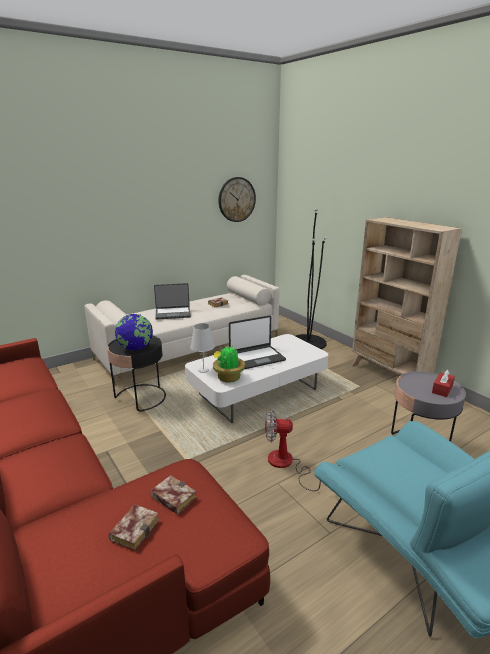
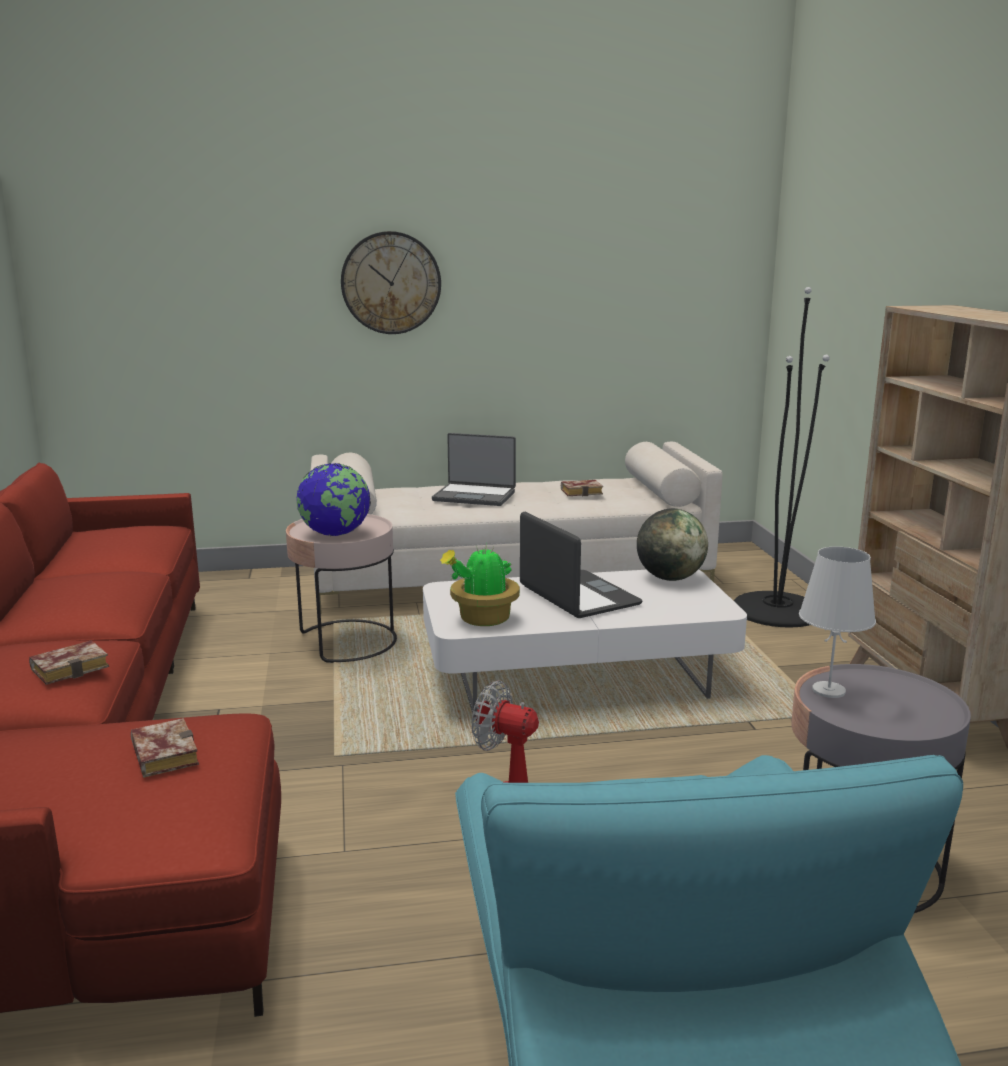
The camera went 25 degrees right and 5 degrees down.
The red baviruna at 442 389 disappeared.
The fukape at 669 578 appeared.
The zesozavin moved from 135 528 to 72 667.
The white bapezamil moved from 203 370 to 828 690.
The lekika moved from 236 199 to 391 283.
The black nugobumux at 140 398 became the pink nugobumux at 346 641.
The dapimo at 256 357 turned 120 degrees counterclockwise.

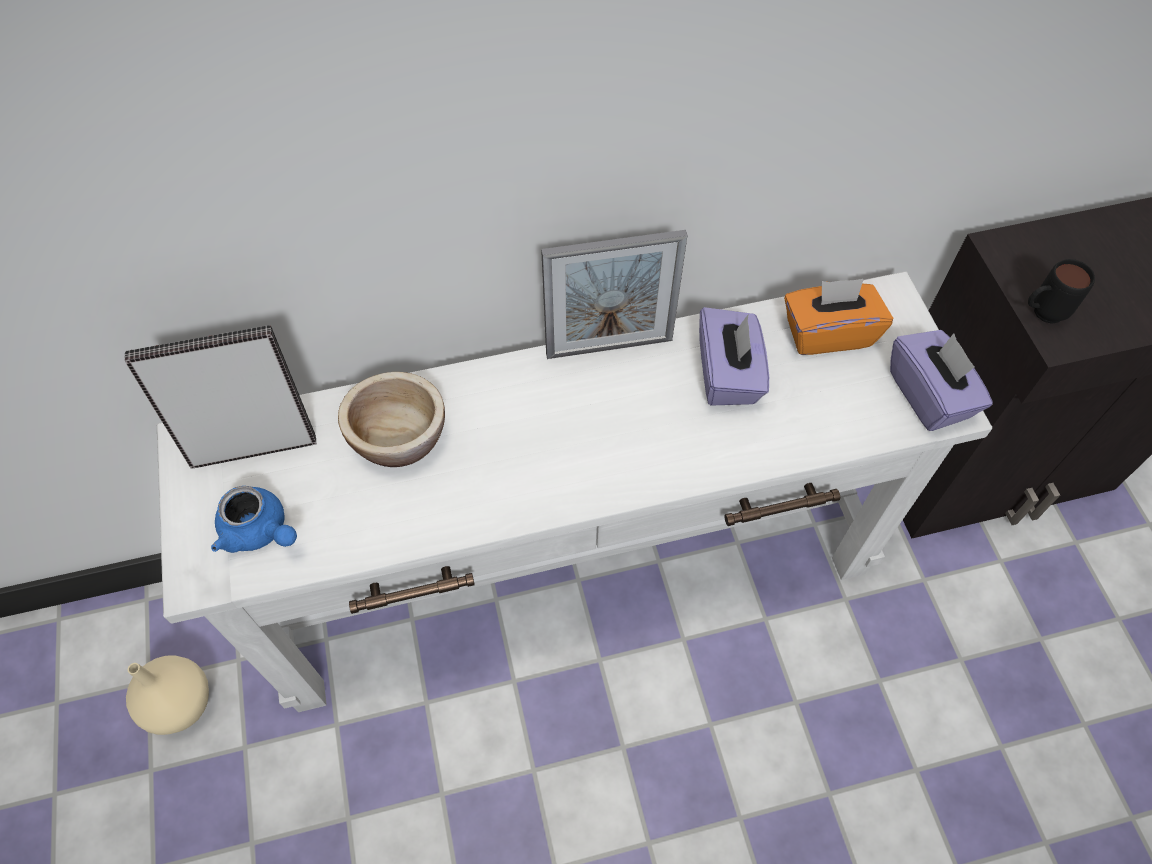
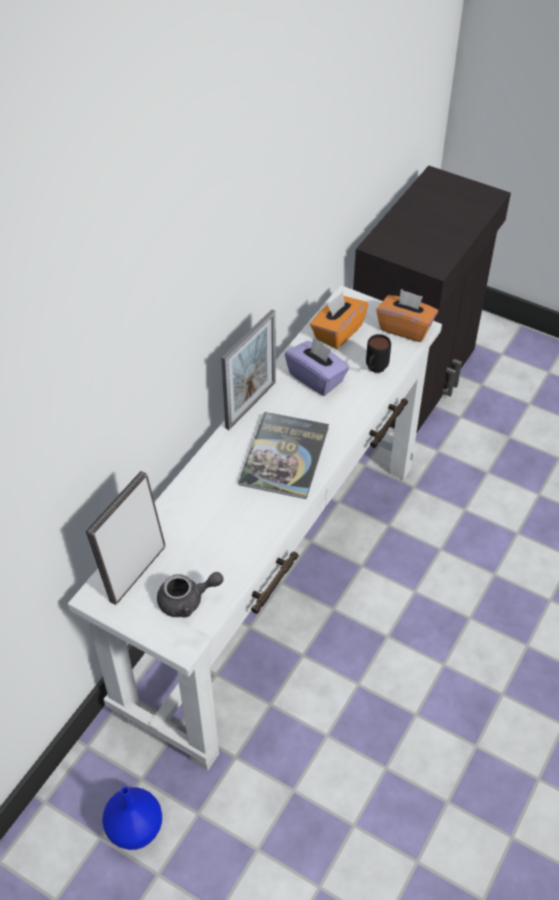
The camera went 45 degrees left and 10 degrees down.
The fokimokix at 398 436 disappeared.
The zesozavin at 284 456 appeared.
The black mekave moved from 1040 314 to 374 370.
The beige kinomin at 179 705 became the blue kinomin at 134 830.
The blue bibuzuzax at 260 531 became the grey bibuzuzax at 187 601.
The purple baviruna at 929 395 became the orange baviruna at 405 328.

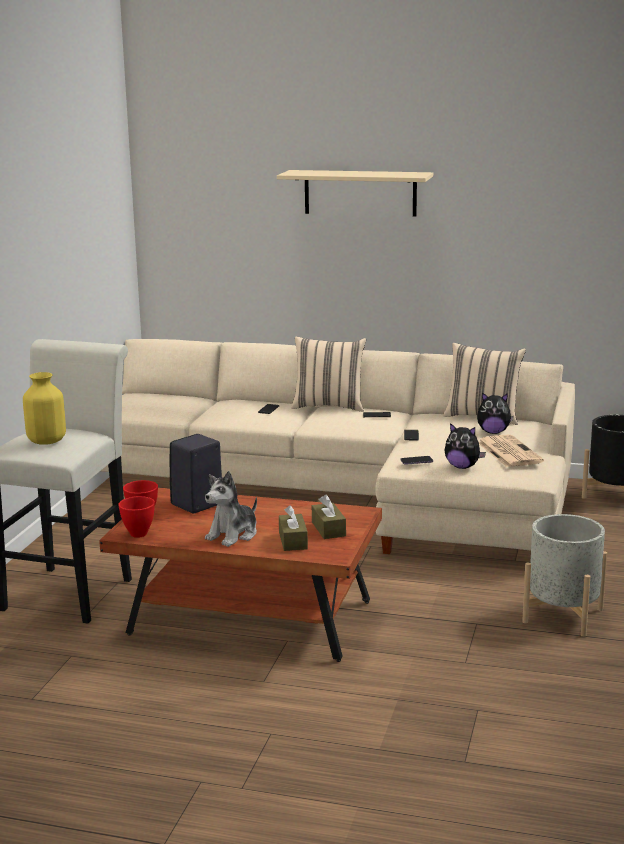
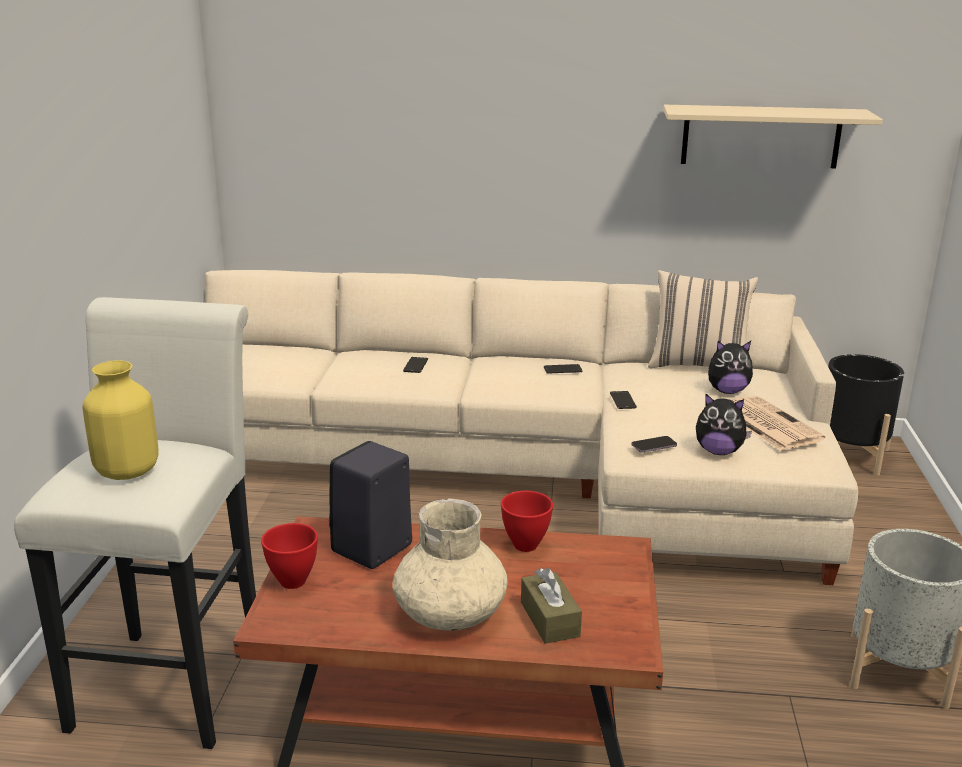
The camera went 10 degrees left and 5 degrees up.
The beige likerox at 329 406 disappeared.
The brown baviruna at 328 529 disappeared.
The red fokimokix moved from 139 534 to 526 546.
The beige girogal moved from 360 193 to 761 136.
The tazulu at 233 535 was replaced by the beige kinomin at 451 613.

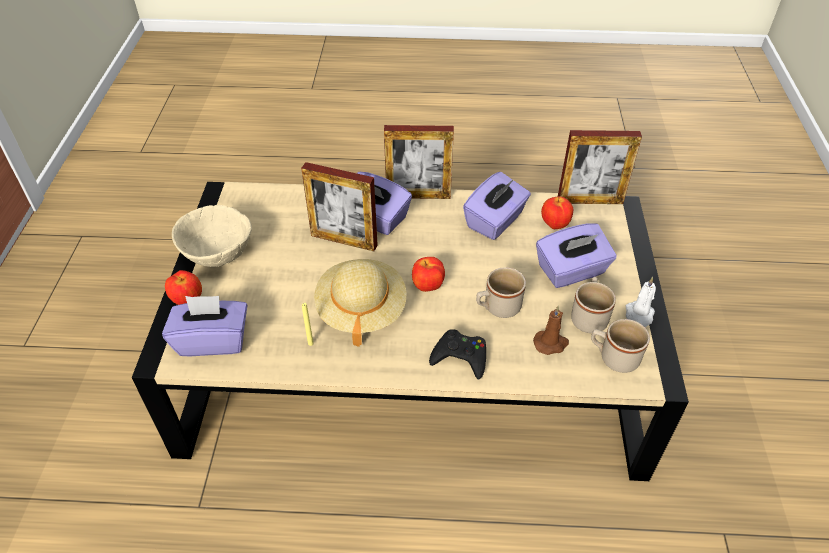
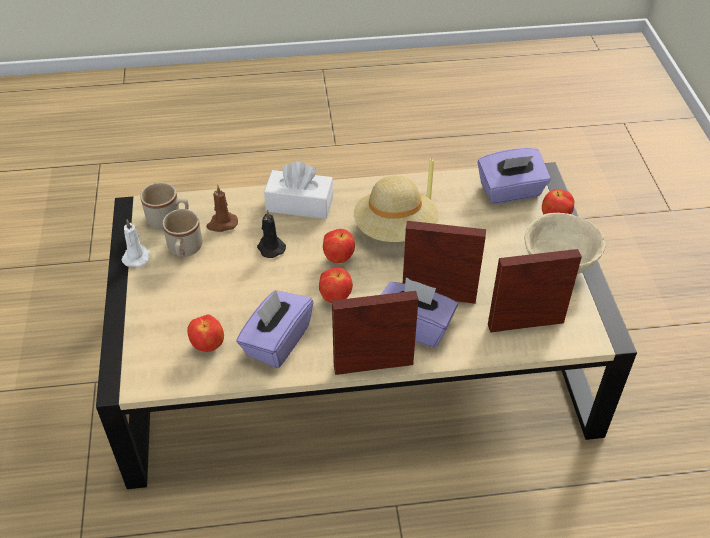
The camera went 170 degrees right and 0 degrees up.
The purple baviruna at 571 271 disappeared.
The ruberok at 336 297 appeared.
The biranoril moved from 590 201 to 525 323.
The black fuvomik at 460 357 was replaced by the white baviruna at 299 204.
The beige mekave at 497 308 was replaced by the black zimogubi at 270 247.

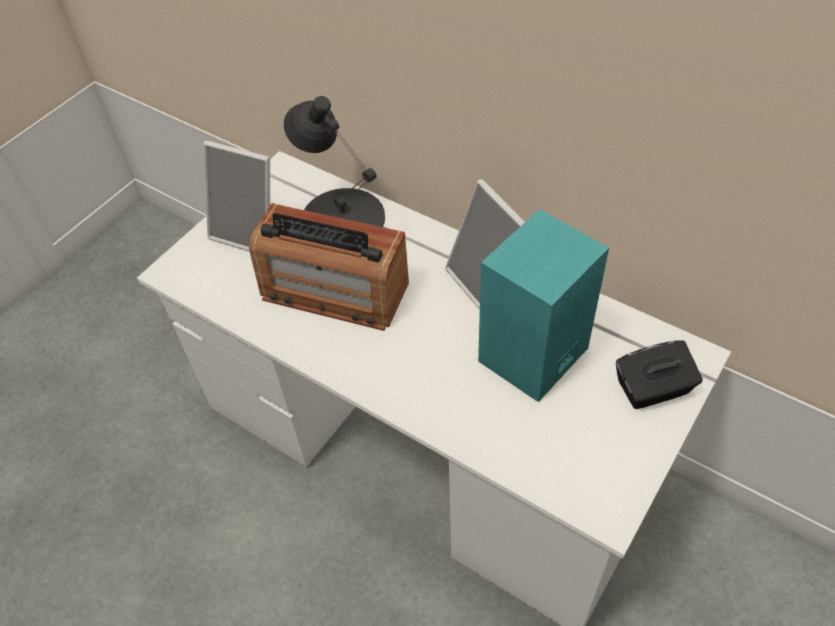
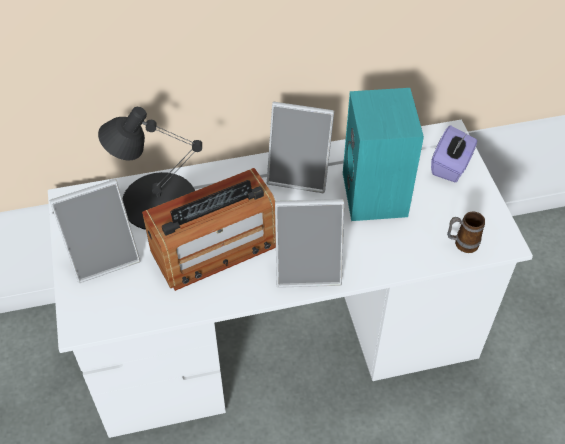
The camera went 50 degrees left and 0 degrees up.
The biranoril at 308 267 appeared.
The mekave at 461 244 appeared.
The black baviruna at 653 389 became the purple baviruna at 451 166.

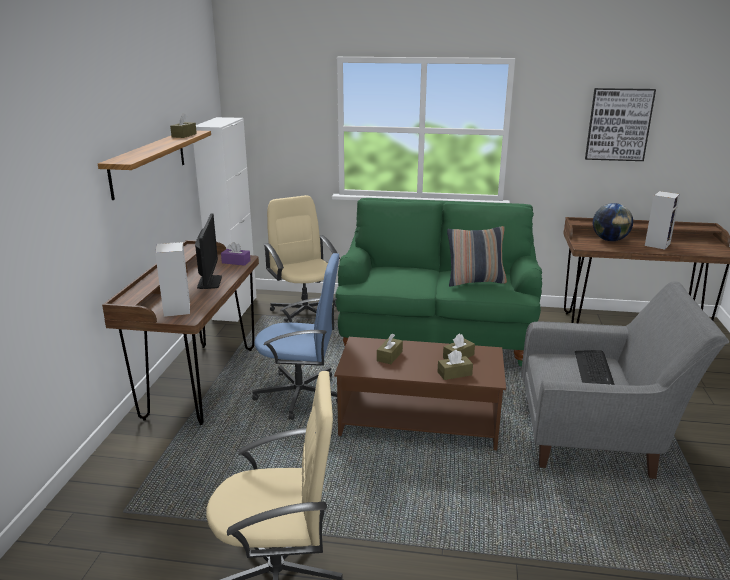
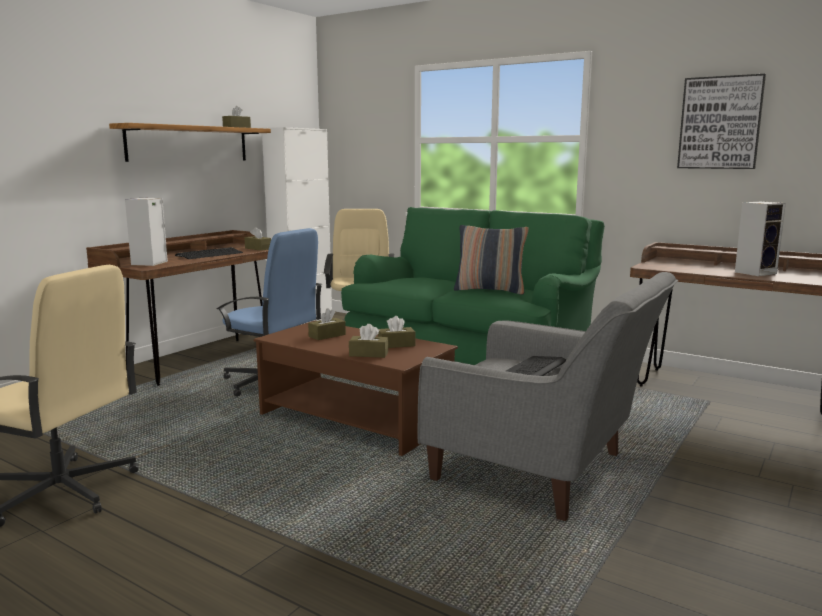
The camera went 25 degrees right and 10 degrees down.
The fukape at 609 240 disappeared.
The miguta at 209 282 was replaced by the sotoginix at 210 255.
The purple baviruna at 236 262 became the brown baviruna at 258 248.

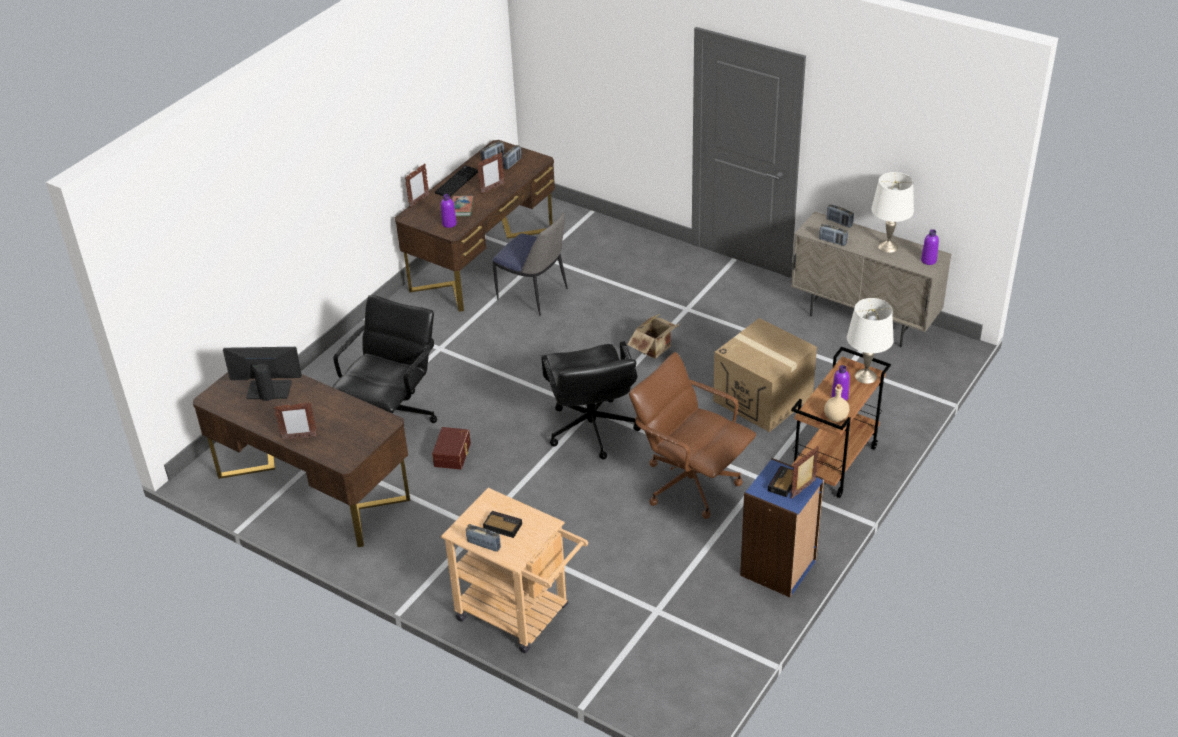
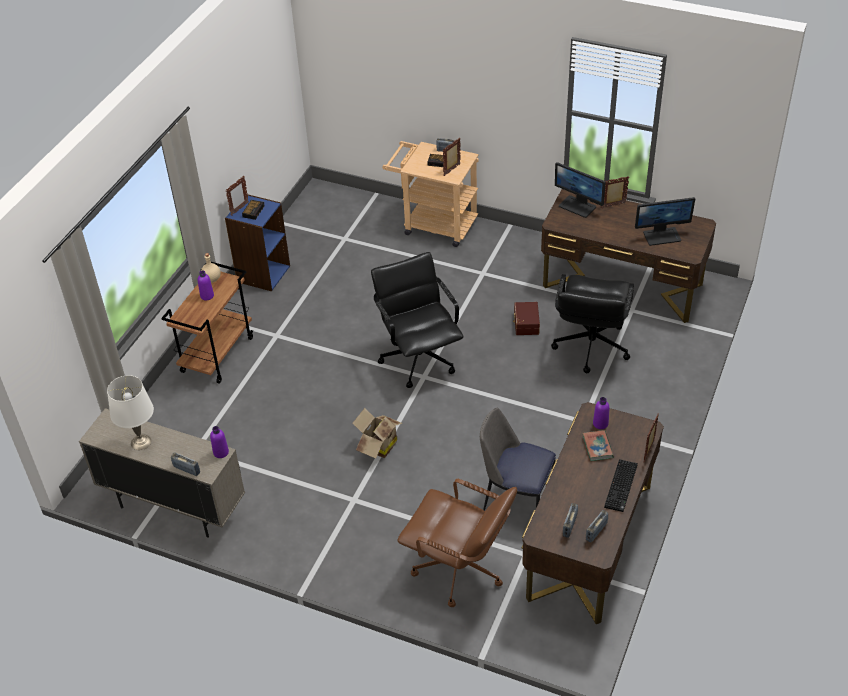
The camera went 170 degrees right and 5 degrees up.
The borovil at 763 398 disappeared.
The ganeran at 832 241 disappeared.
The white bapezamil at 866 376 disappeared.
The miguta at 578 206 appeared.
The biranoril moved from 492 188 to 452 170.
The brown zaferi moved from 690 483 to 459 570.
The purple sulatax moved from 928 260 to 221 452.

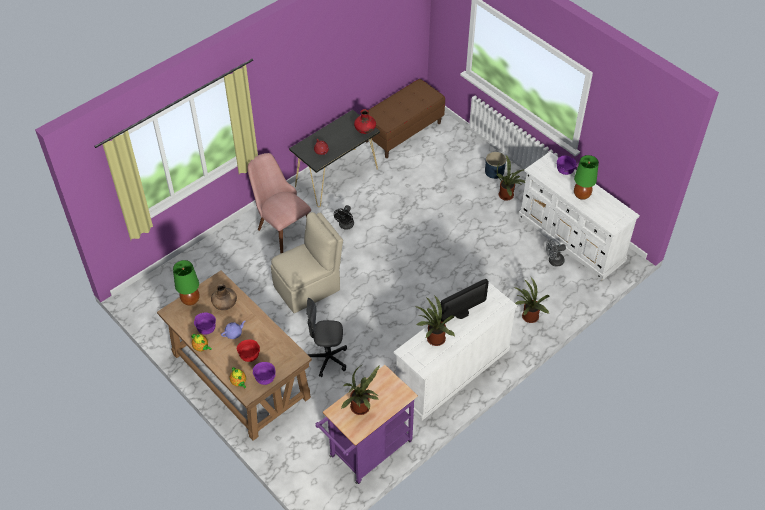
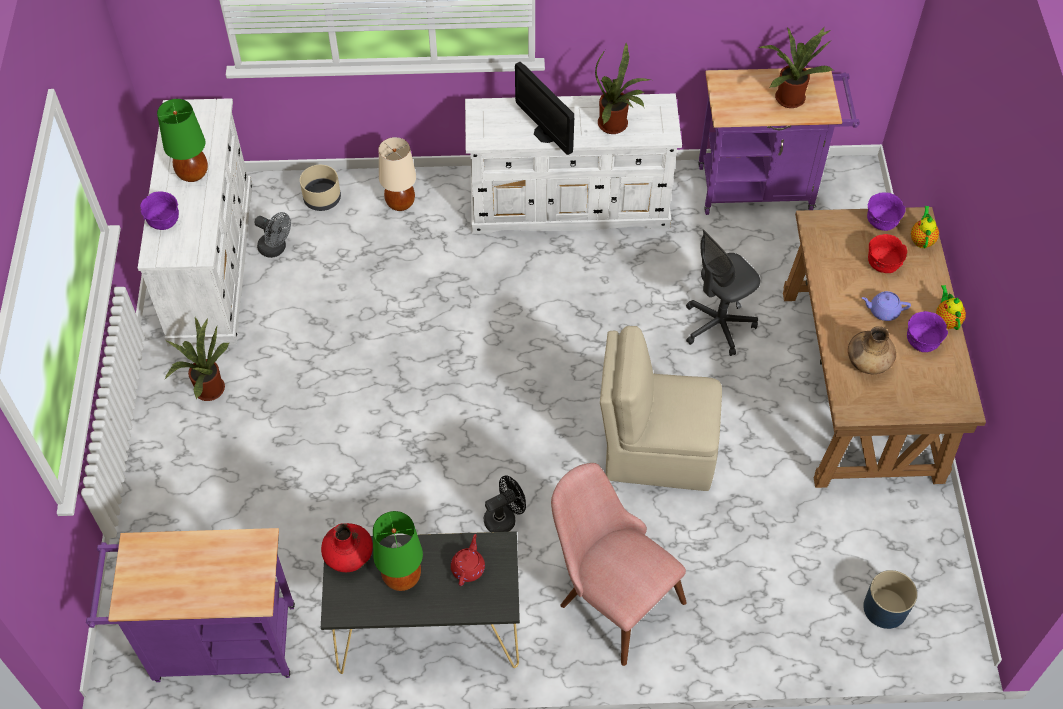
The camera went 140 degrees left and 5 degrees up.
The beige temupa at 322 198 appeared.
The green bapezamil moved from 190 300 to 402 577.
The blue temupa moved from 494 171 to 884 608.
The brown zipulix at 403 131 was replaced by the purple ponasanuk at 215 644.
The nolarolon at 528 317 was replaced by the beige bapezamil at 400 203.
The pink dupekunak at 281 227 turned 135 degrees clockwise.
The grey zaferi at 327 359 turned 105 degrees clockwise.
The miguta at 461 313 turned 135 degrees counterclockwise.

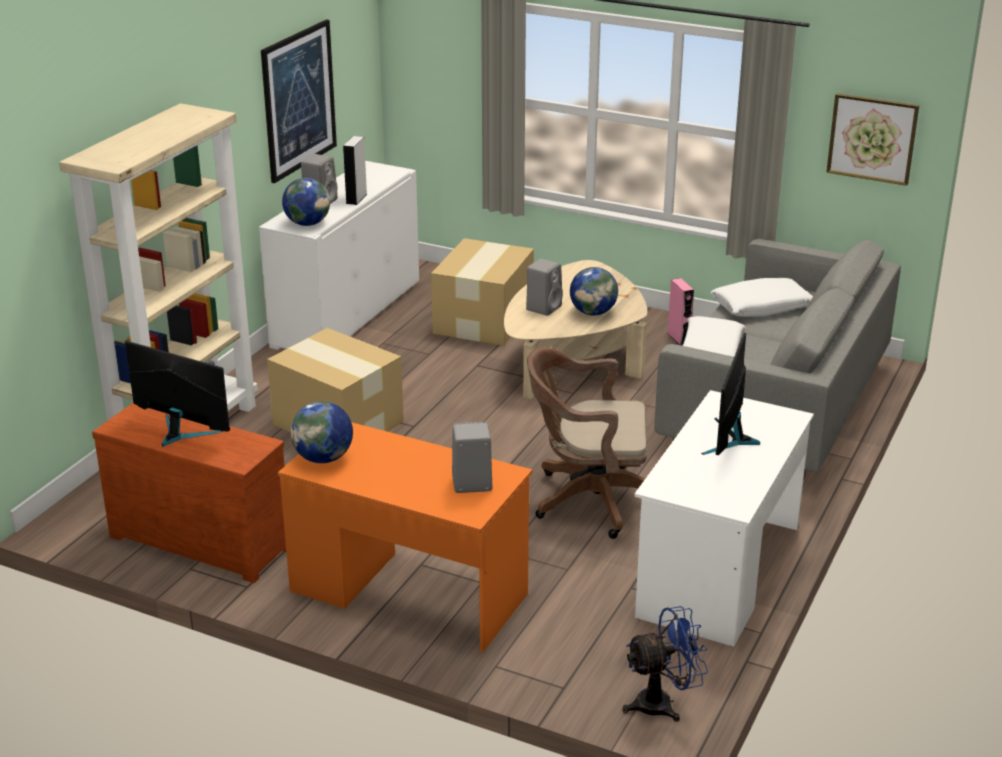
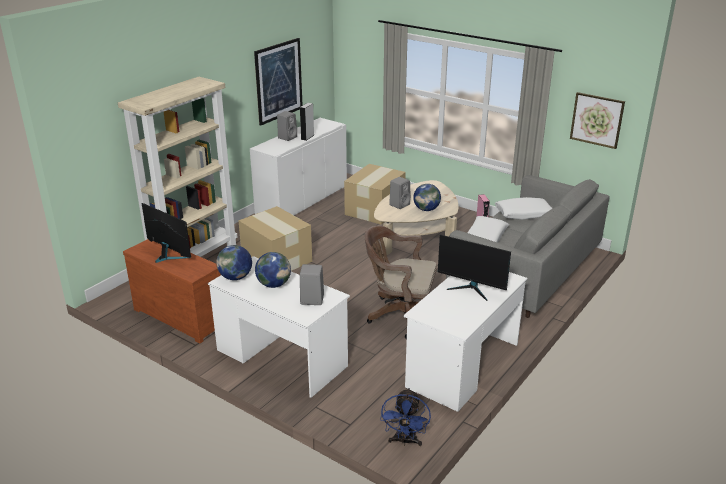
The camera went 10 degrees right and 0 degrees up.
The fukape moved from 307 223 to 274 284.
The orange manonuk at 408 593 became the white manonuk at 281 358.
The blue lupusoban at 663 703 turned 105 degrees clockwise.
The miguta at 730 440 turned 90 degrees counterclockwise.

